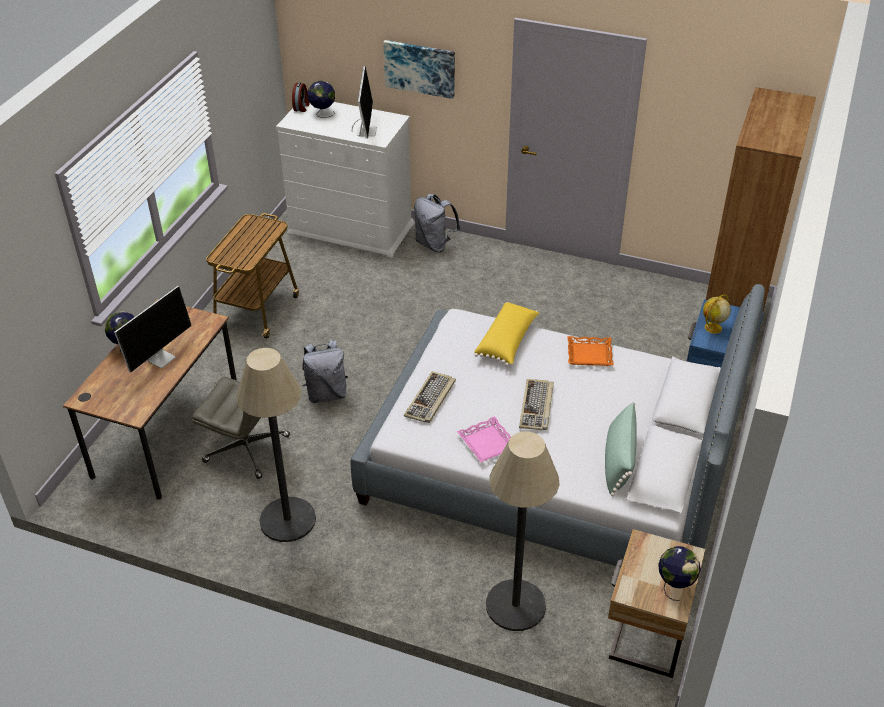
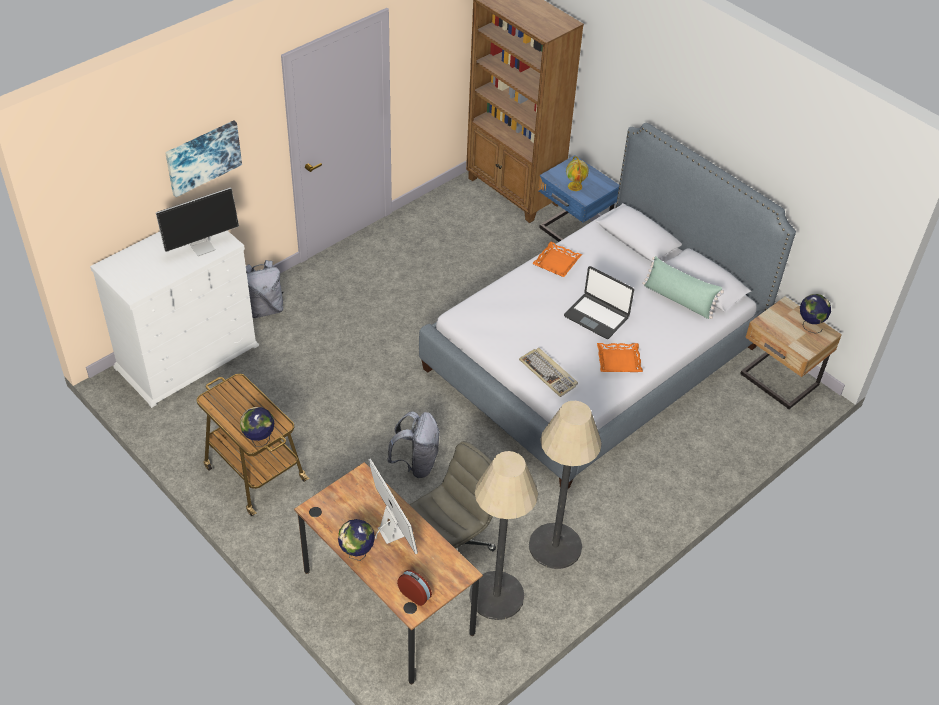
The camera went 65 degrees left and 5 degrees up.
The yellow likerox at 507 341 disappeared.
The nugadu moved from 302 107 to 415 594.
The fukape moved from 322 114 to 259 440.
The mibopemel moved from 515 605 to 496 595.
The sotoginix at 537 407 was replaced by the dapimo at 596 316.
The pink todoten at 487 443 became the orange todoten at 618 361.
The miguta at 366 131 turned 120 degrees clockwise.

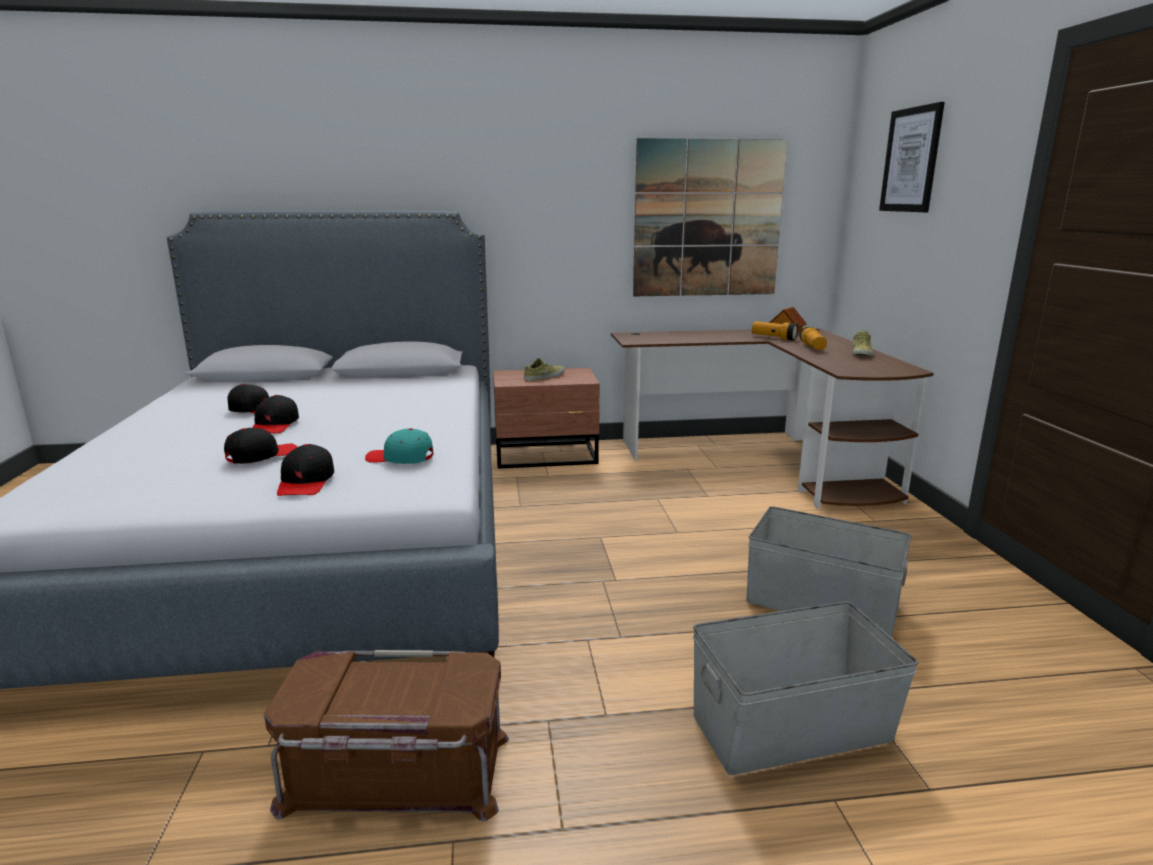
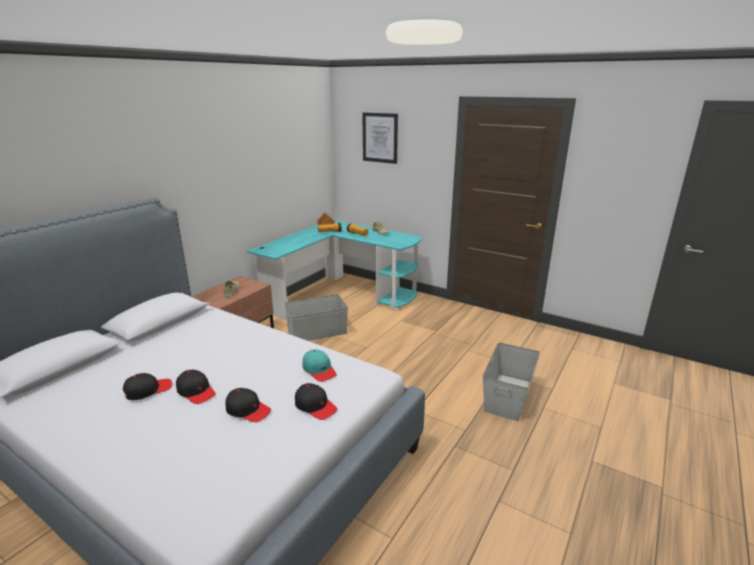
The camera went 50 degrees left and 5 degrees up.
The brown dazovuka at 395 774 disappeared.
The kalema at 707 219 disappeared.
The grey dazovuka moved from 822 604 to 318 332.
The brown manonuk at 766 460 became the turquoise manonuk at 341 295.
The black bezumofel at 261 456 turned 120 degrees clockwise.
The turquoise bezumofel at 400 458 turned 90 degrees counterclockwise.

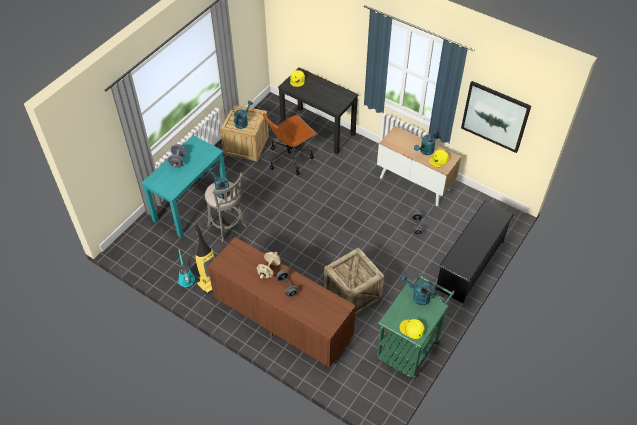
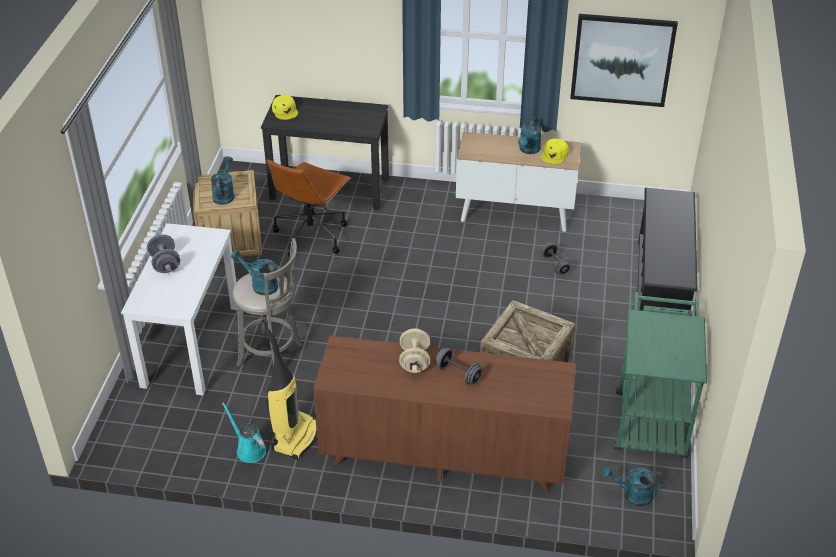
The camera went 25 degrees left and 10 degrees down.
The yellow bezumofel at 412 329 disappeared.
The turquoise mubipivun moved from 418 296 to 632 495.
The turquoise manonuk at 191 204 became the white manonuk at 191 344.

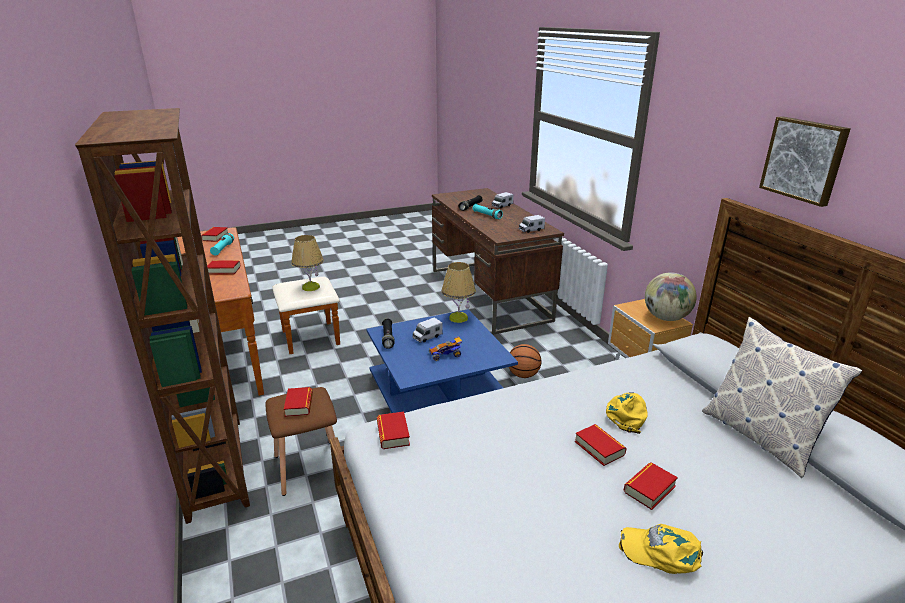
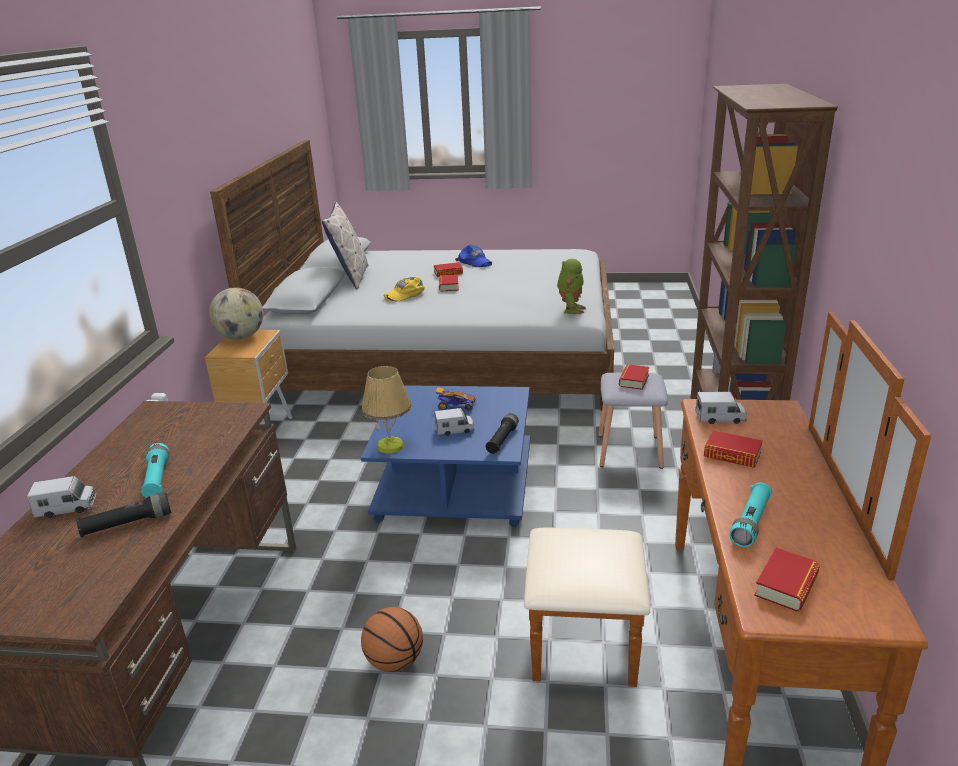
The camera went 150 degrees left and 0 degrees up.
The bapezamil at 310 287 disappeared.
The kalema at 804 160 disappeared.
The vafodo moved from 523 375 to 395 661.
The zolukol moved from 531 230 to 720 418.
The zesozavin at 393 434 was replaced by the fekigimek at 571 309.
The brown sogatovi at 307 467 became the grey sogatovi at 630 451.
The yellow bezumofel at 661 551 became the blue bezumofel at 474 262.

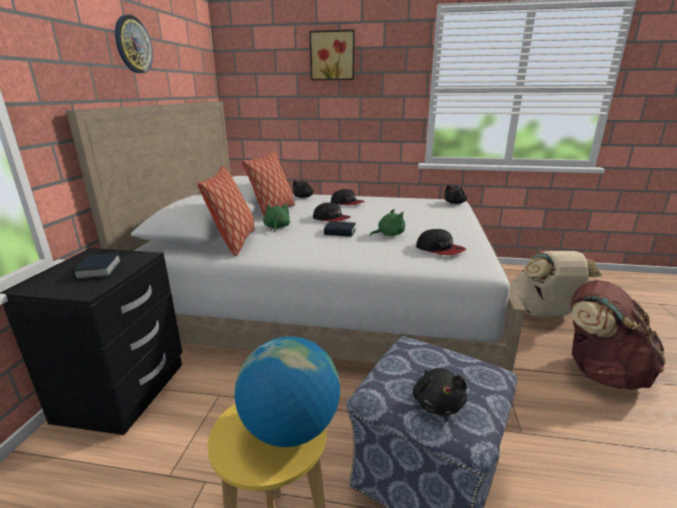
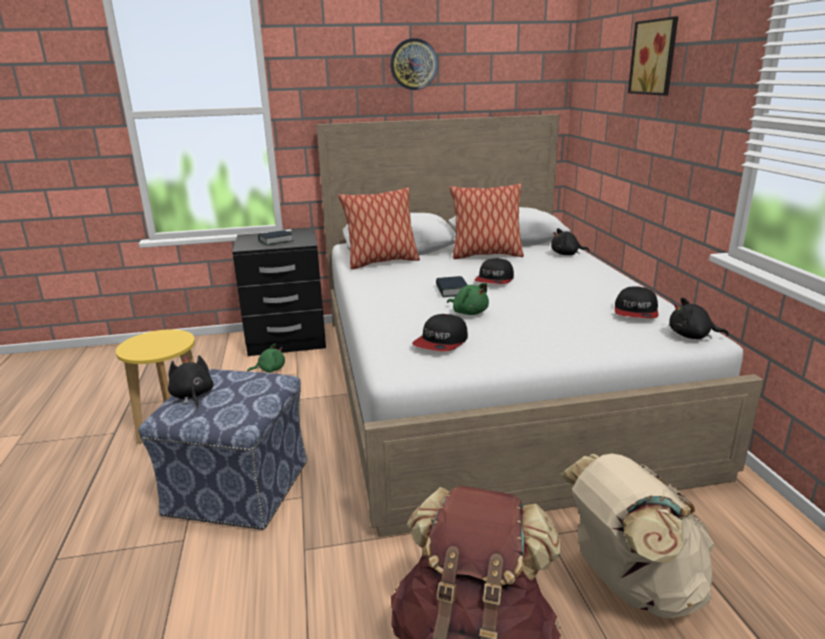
The camera went 70 degrees right and 0 degrees up.
The fukape at 290 428 disappeared.
The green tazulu moved from 276 227 to 270 369.
The bezumofel moved from 347 203 to 636 312.
The black tazulu at 437 403 turned 90 degrees clockwise.

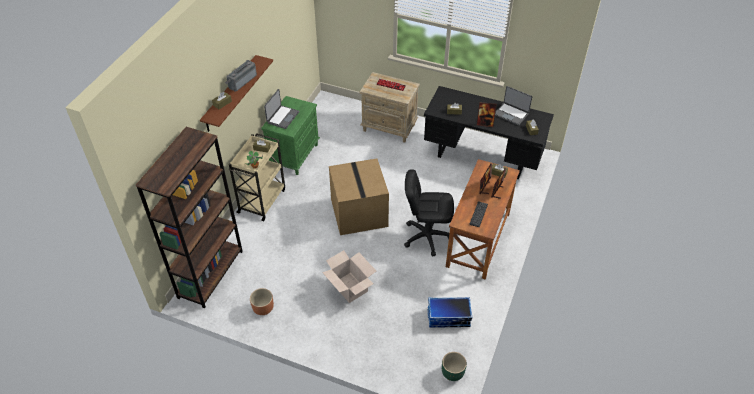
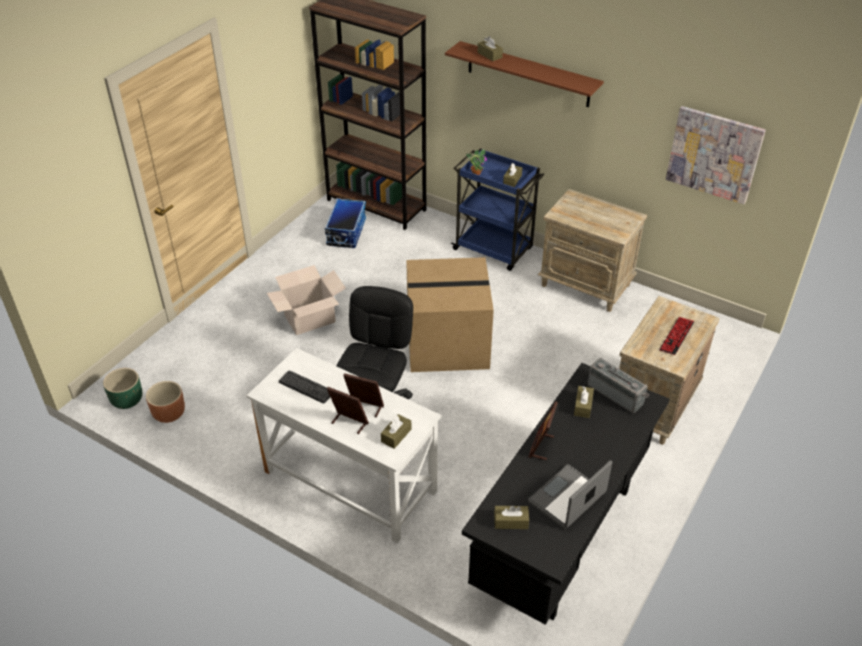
The camera went 100 degrees right and 5 degrees down.
The dapimo at 282 117 disappeared.
The kalema at 714 154 appeared.
The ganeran moved from 241 81 to 617 393.
The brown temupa moved from 263 308 to 169 414.
The dazovuka moved from 448 318 to 346 232.
The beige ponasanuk at 262 200 became the blue ponasanuk at 494 249.
The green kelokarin at 294 155 became the beige kelokarin at 586 285.
The brown manonuk at 478 240 became the white manonuk at 349 482.

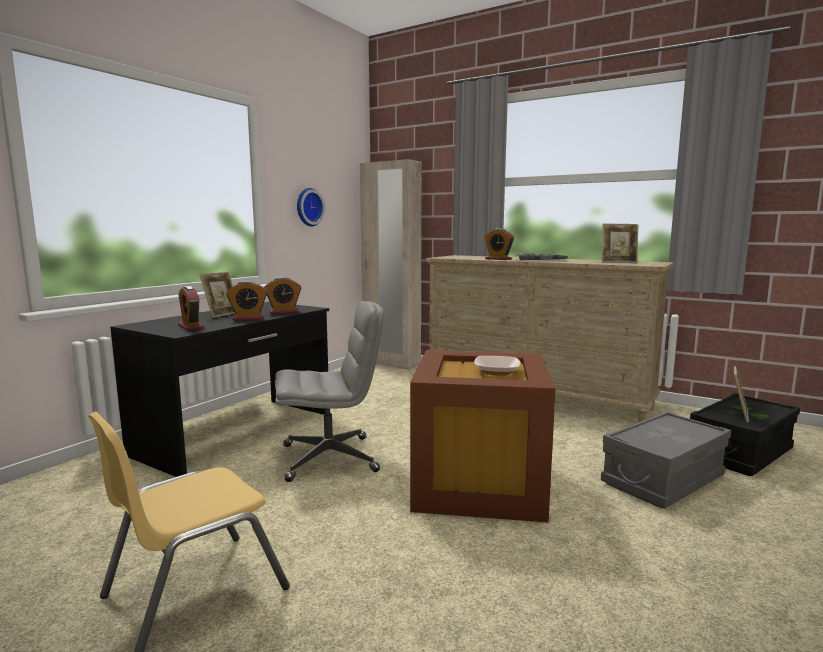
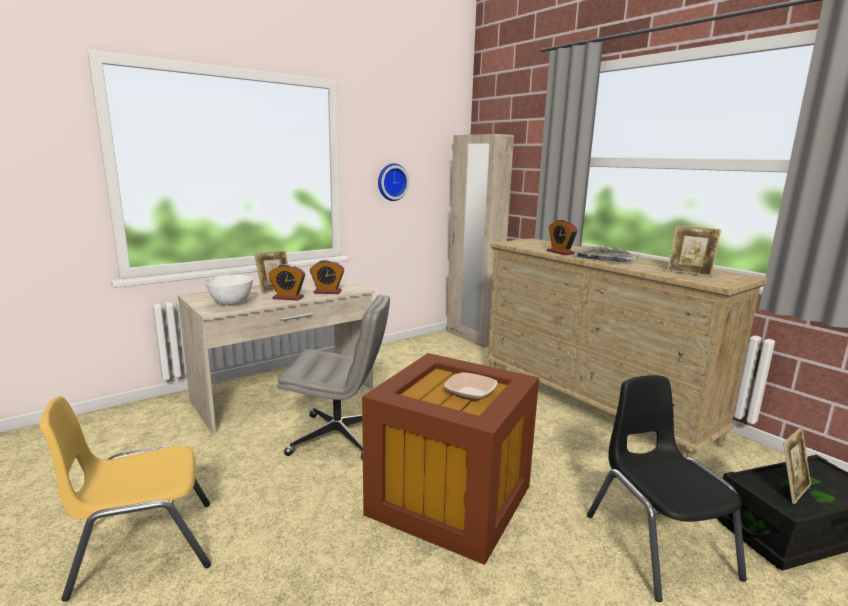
The camera went 20 degrees right and 5 degrees up.
The nugadu at 191 327 was replaced by the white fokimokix at 231 303.
The grey dazovuka at 663 480 was replaced by the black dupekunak at 658 545.
The black manonuk at 238 433 became the beige manonuk at 285 395.

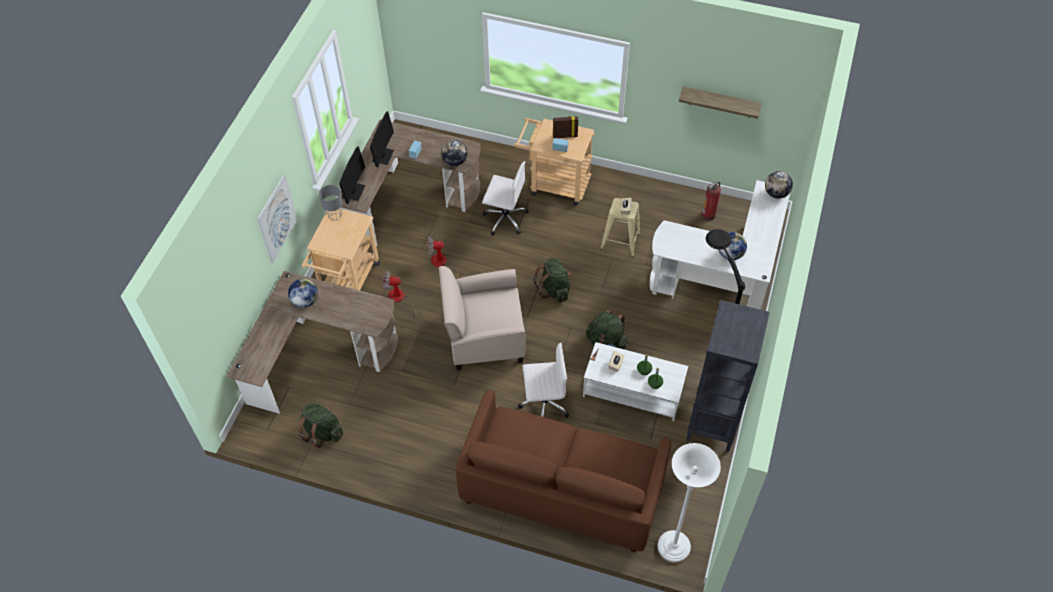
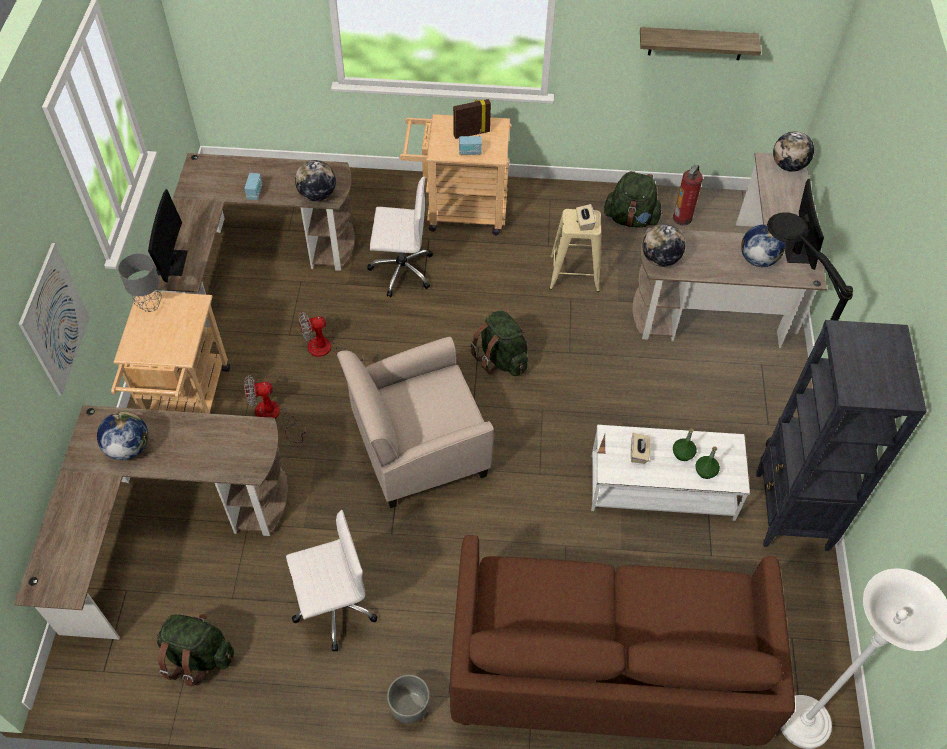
The camera went 15 degrees left and 0 degrees up.
The grey temupa at 409 707 appeared.
The fukape at 660 259 appeared.
The miguta moved from 383 156 to 797 251.
The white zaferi moved from 543 404 to 333 607.
The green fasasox moved from 606 342 to 631 219.
The white manonuk at 723 276 became the brown manonuk at 731 296.

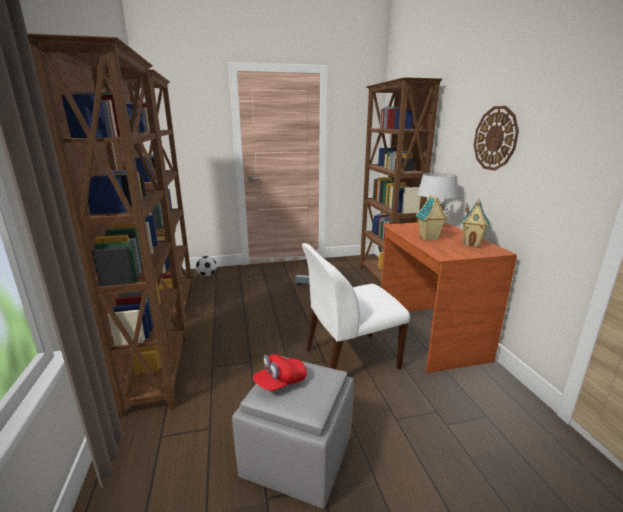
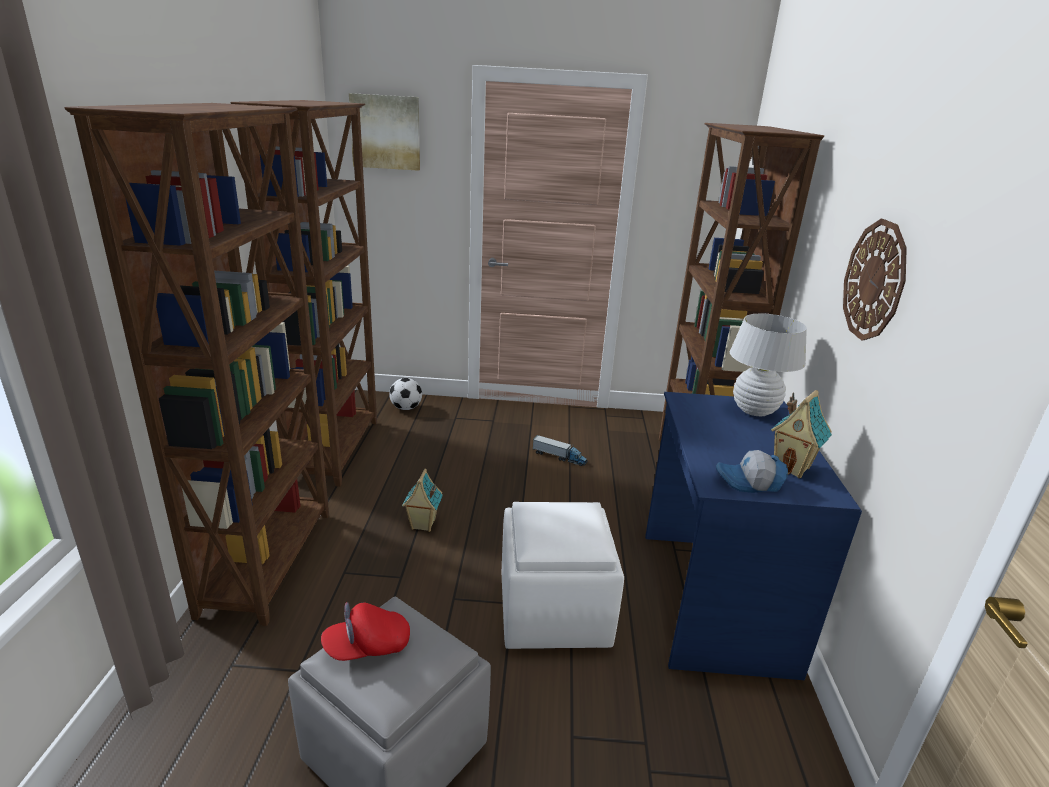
The camera went 15 degrees right and 5 degrees up.
The kalema at 386 132 appeared.
The bezumofel at 749 482 appeared.
The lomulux moved from 428 238 to 422 525.
The white dupekunak at 349 359 was replaced by the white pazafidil at 552 610.
The brown manonuk at 428 335 became the blue manonuk at 711 598.

